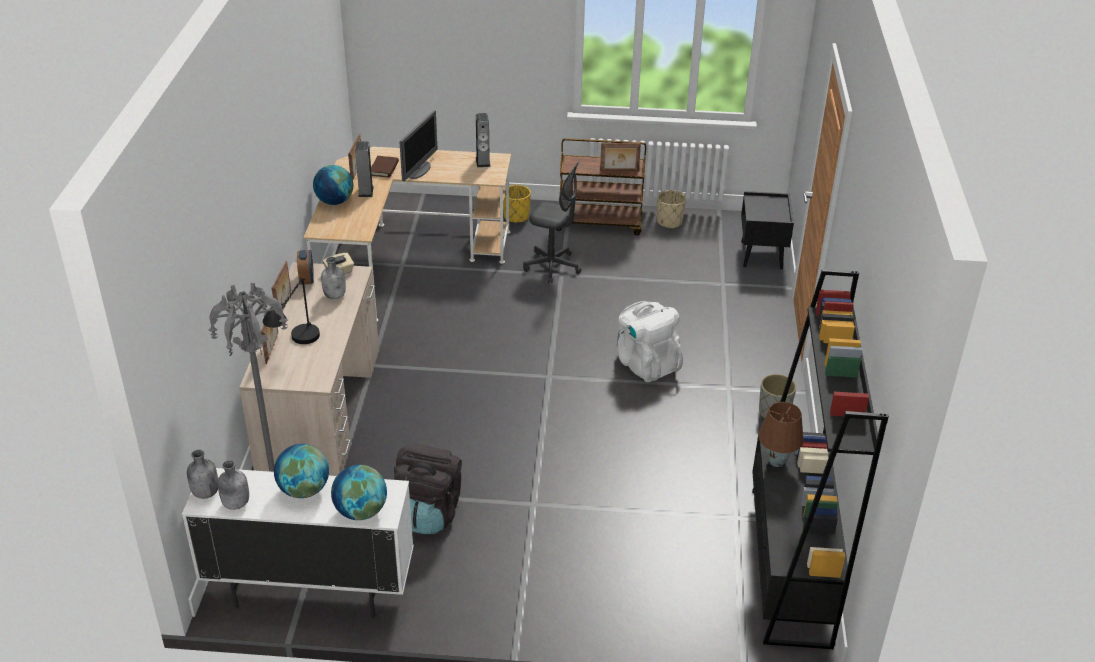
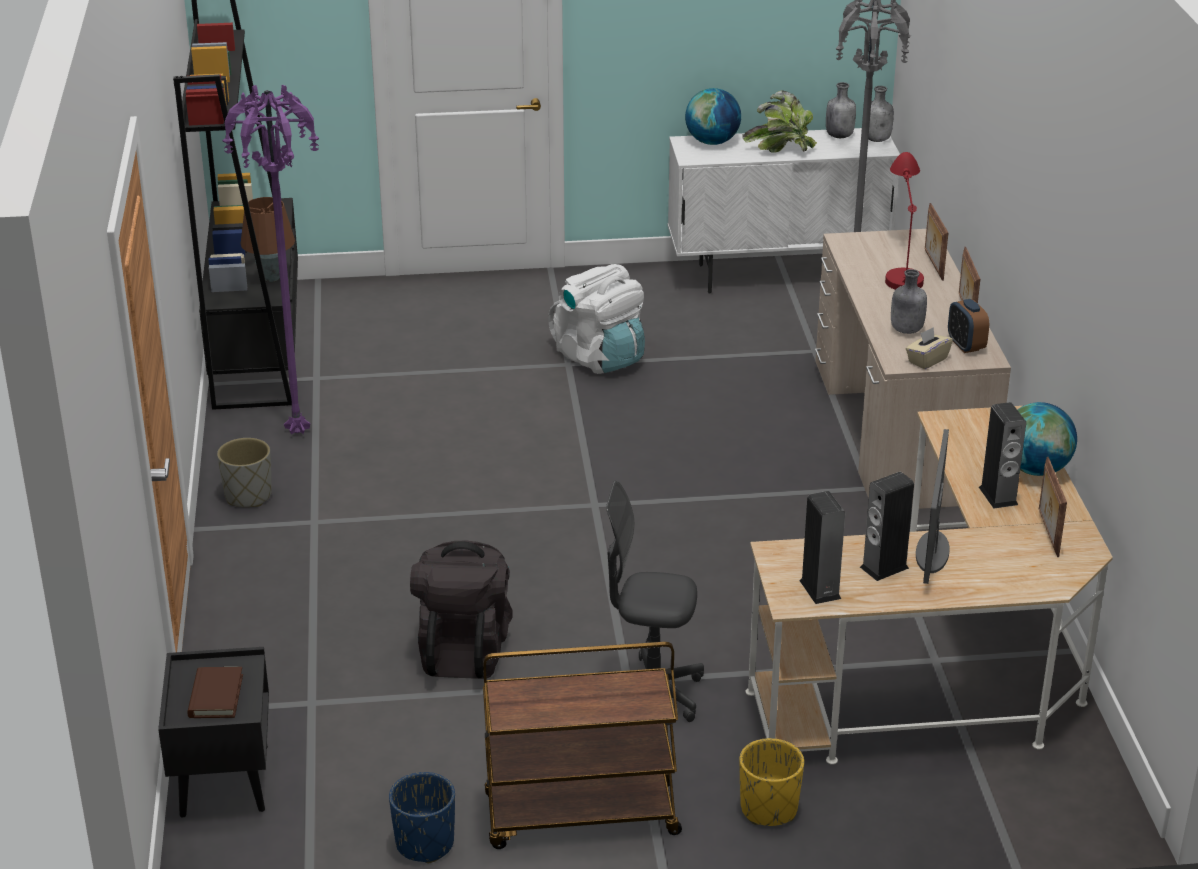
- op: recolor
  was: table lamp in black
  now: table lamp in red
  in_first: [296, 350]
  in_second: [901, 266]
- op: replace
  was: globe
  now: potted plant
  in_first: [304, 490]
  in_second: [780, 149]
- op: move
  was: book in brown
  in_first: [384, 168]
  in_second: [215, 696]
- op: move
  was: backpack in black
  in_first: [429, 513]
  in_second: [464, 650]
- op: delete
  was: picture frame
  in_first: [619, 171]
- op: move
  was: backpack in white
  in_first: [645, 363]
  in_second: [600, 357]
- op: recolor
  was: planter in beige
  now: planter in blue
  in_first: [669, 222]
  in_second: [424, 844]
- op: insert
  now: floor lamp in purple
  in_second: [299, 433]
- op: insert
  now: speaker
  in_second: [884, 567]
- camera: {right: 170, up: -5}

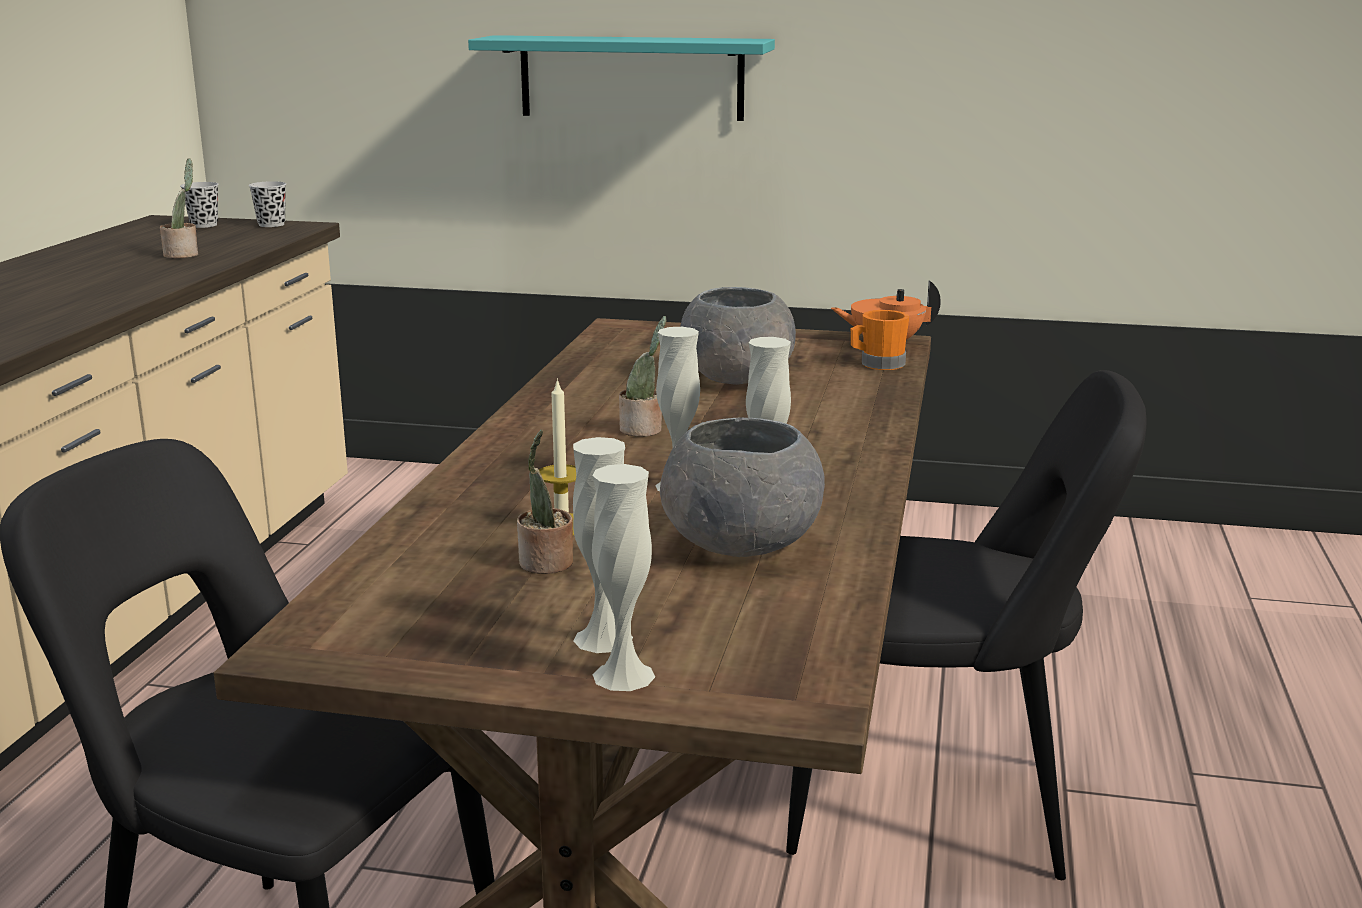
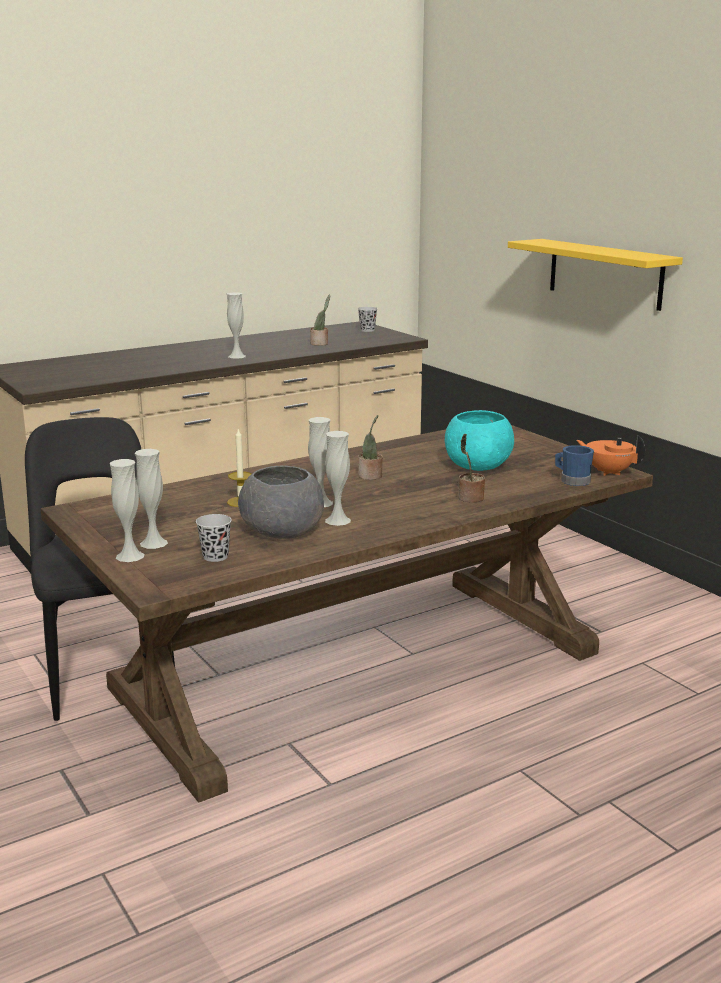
- op: move
  was: cup in black
  in_first: [271, 224]
  in_second: [215, 556]
- op: recolor
  was: shelf in turquoise
  now: shelf in yellow
  in_first: [631, 77]
  in_second: [605, 273]
- op: move
  was: potted plant
  in_first: [545, 564]
  in_second: [469, 498]
- op: recolor
  was: bowl in grey
  now: bowl in turquoise
  in_first: [737, 379]
  in_second: [478, 467]
- op: delete
  was: chair in black
  in_first: [939, 808]
- op: recolor
  was: mug in orange
  now: mug in blue
  in_first: [877, 364]
  in_second: [572, 480]
- op: insert
  now: vase in white
  in_second: [237, 356]
- camera: {right: 45, up: 0}

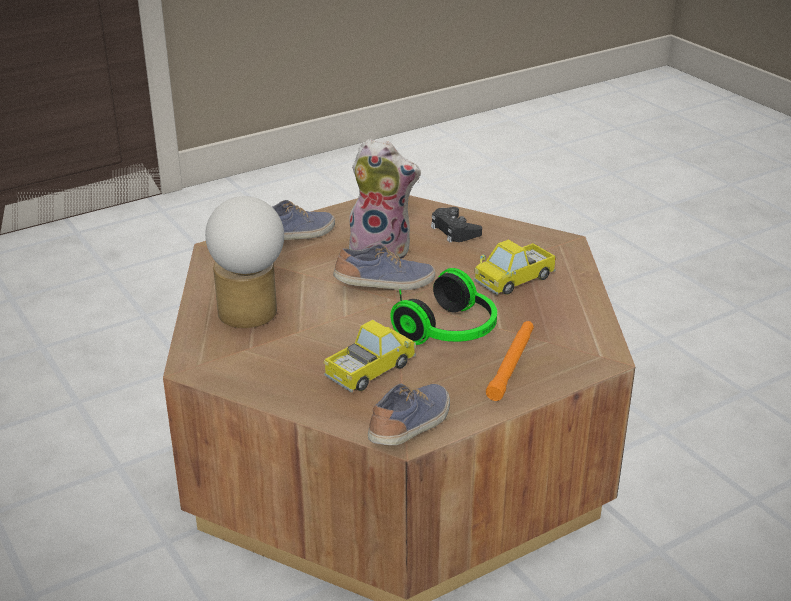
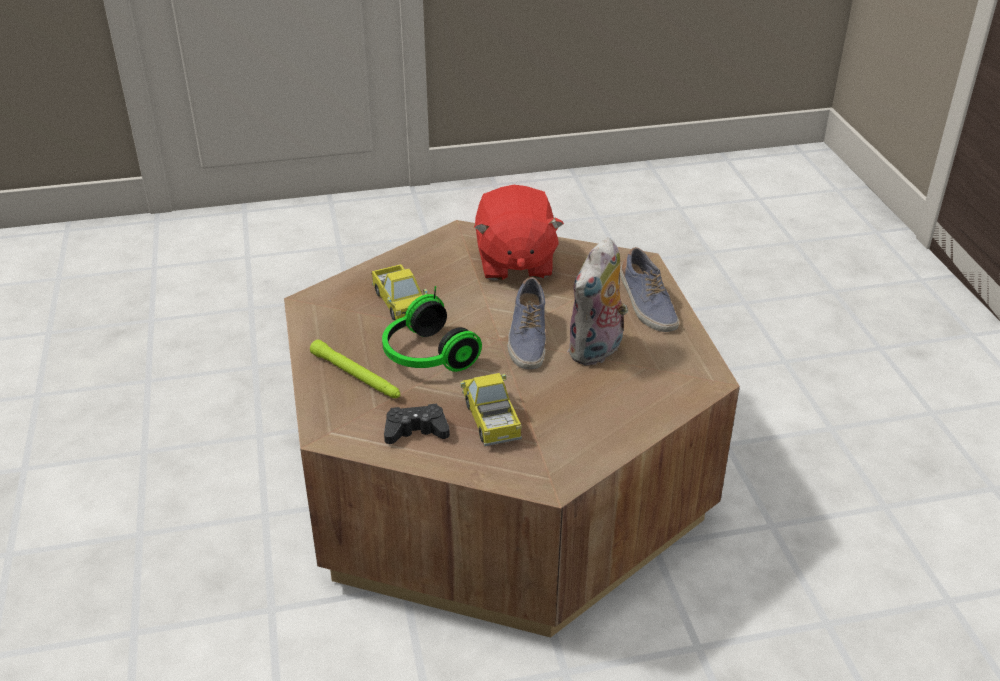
- op: replace
  was: table lamp
  now: plush toy in red
  in_first: [249, 317]
  in_second: [514, 262]
- op: delete
  was: shoe
  in_first: [412, 427]
- op: move
  was: game controller in black
  in_first: [454, 230]
  in_second: [416, 431]
- op: recolor
  was: flashlight in orange
  now: flashlight in green
  in_first: [512, 363]
  in_second: [356, 376]
- camera: {right: 110, up: 5}

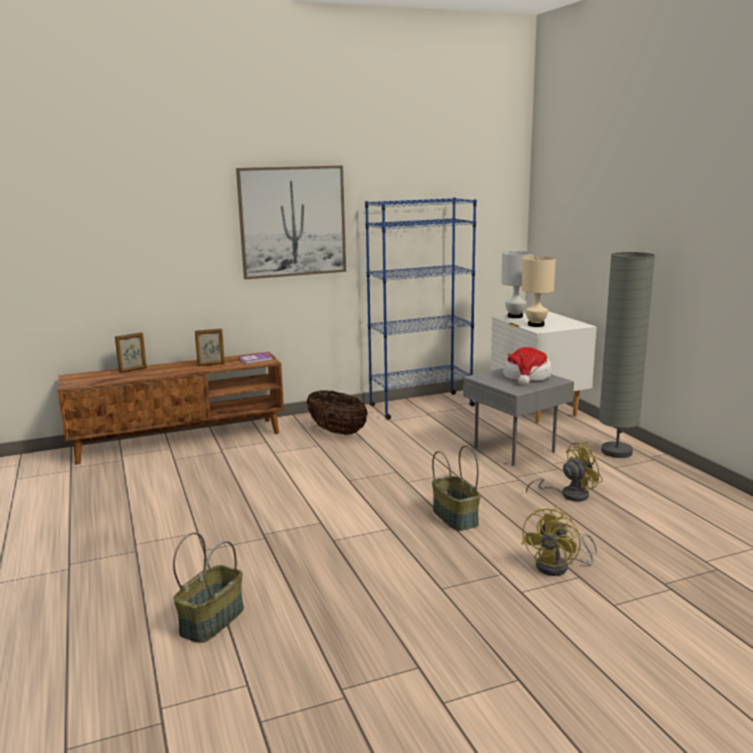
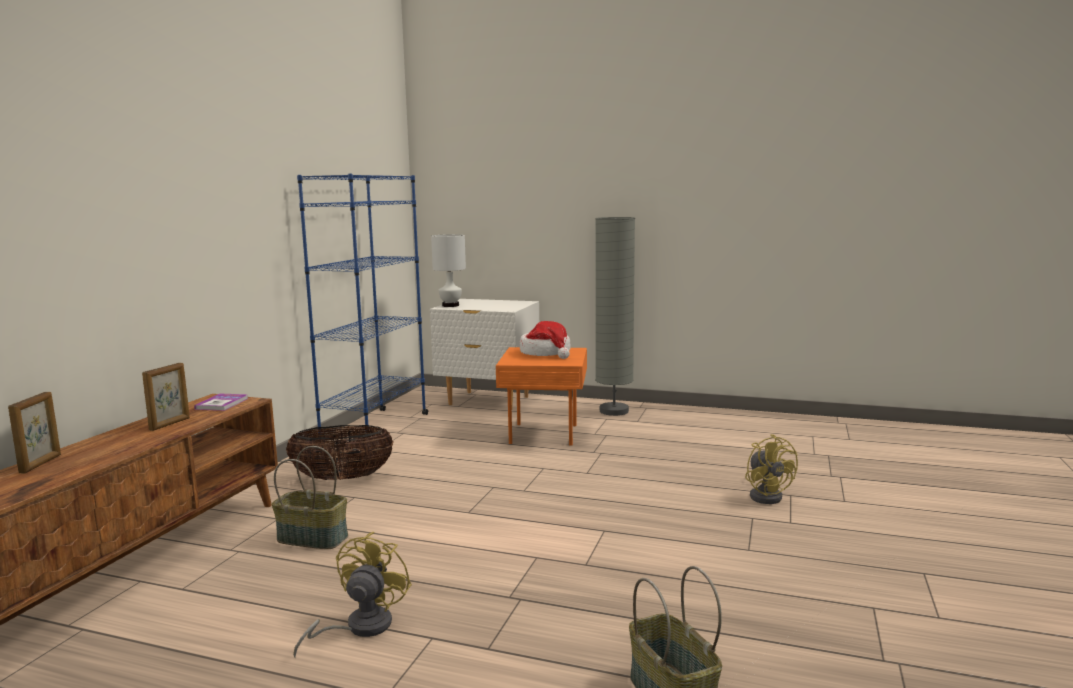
- op: delete
  was: picture
  in_first: [292, 221]
- op: move
  was: basket
  in_first: [456, 517]
  in_second: [313, 538]
- op: recolor
  was: side table in grey
  now: side table in orange
  in_first: [517, 450]
  in_second: [546, 433]
- op: delete
  was: table lamp in beige
  in_first: [535, 325]
- op: move
  was: fan in yellow
  in_first: [568, 494]
  in_second: [359, 628]
- camera: {right: -50, up: -5}

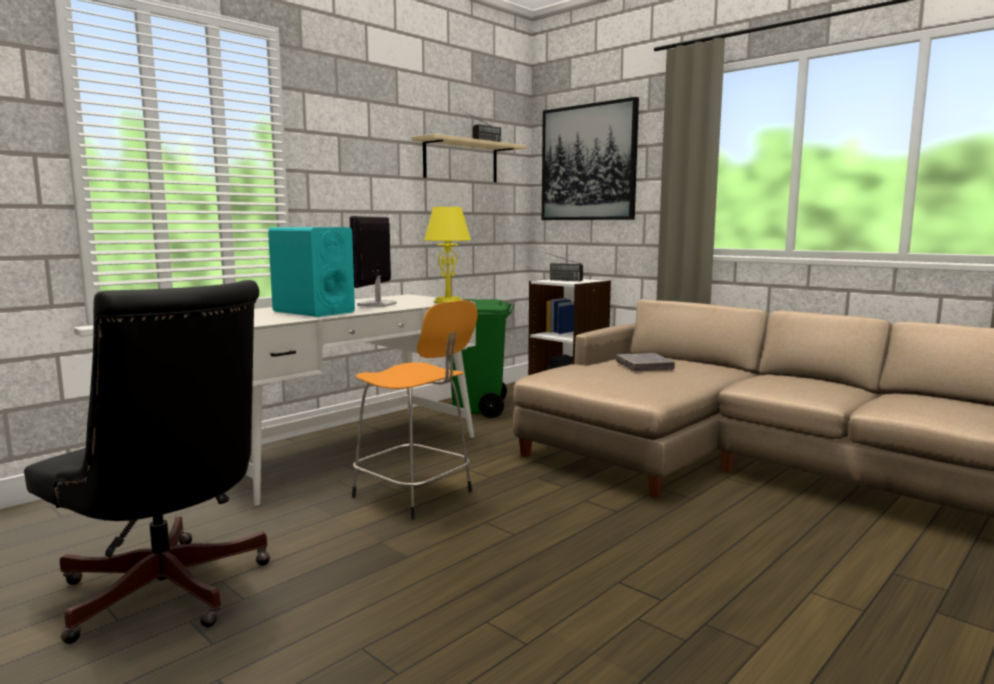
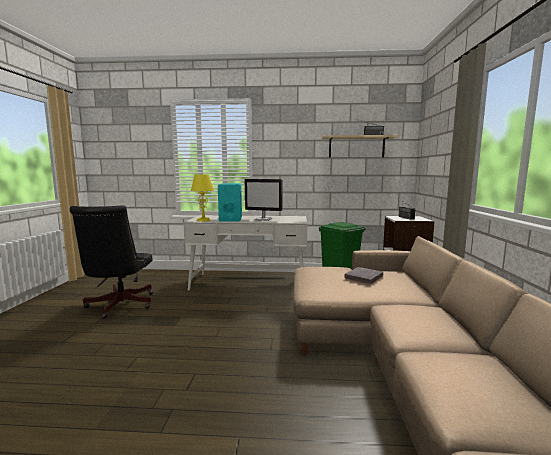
- op: rotate
  was: monitor
  in_first: [377, 305]
  in_second: [264, 219]
  clockwise: -135
- op: delete
  was: stool in orange
  in_first: [415, 495]
- op: move
  was: table lamp in yellow
  in_first: [448, 301]
  in_second: [203, 220]
- op: delete
  was: picture
  in_first: [588, 163]
- camera: {right: 50, up: 0}

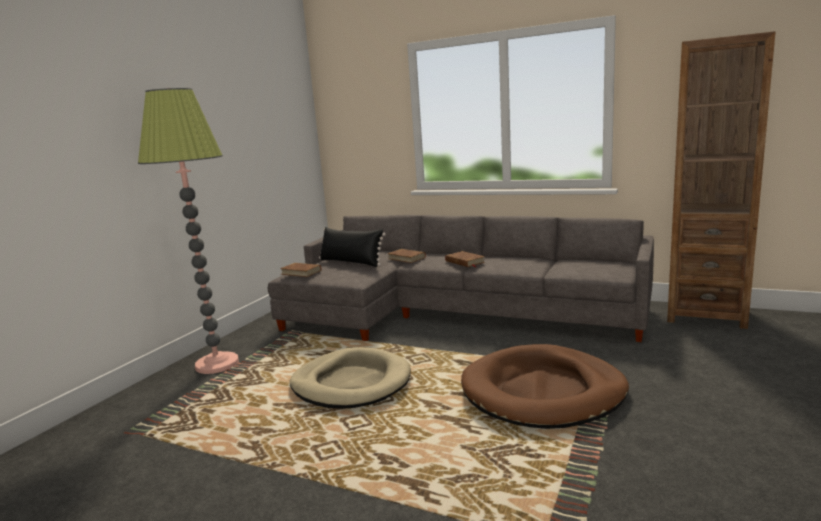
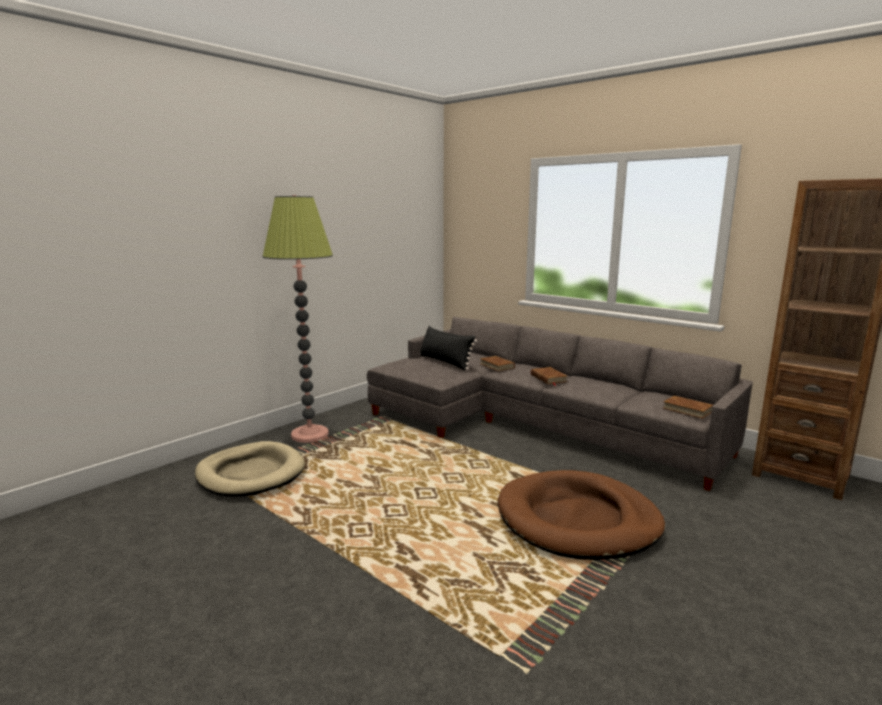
- op: move
  was: book in brown
  in_first: [301, 272]
  in_second: [687, 409]
- op: move
  was: dog bed in beige
  in_first: [351, 383]
  in_second: [251, 473]
- camera: {right: 15, up: 0}

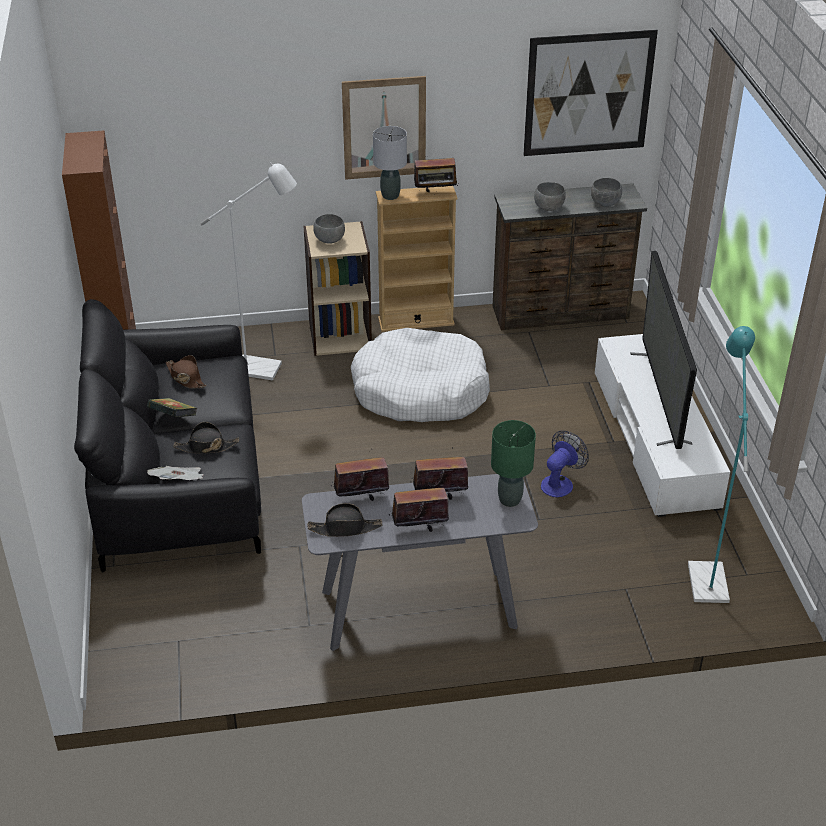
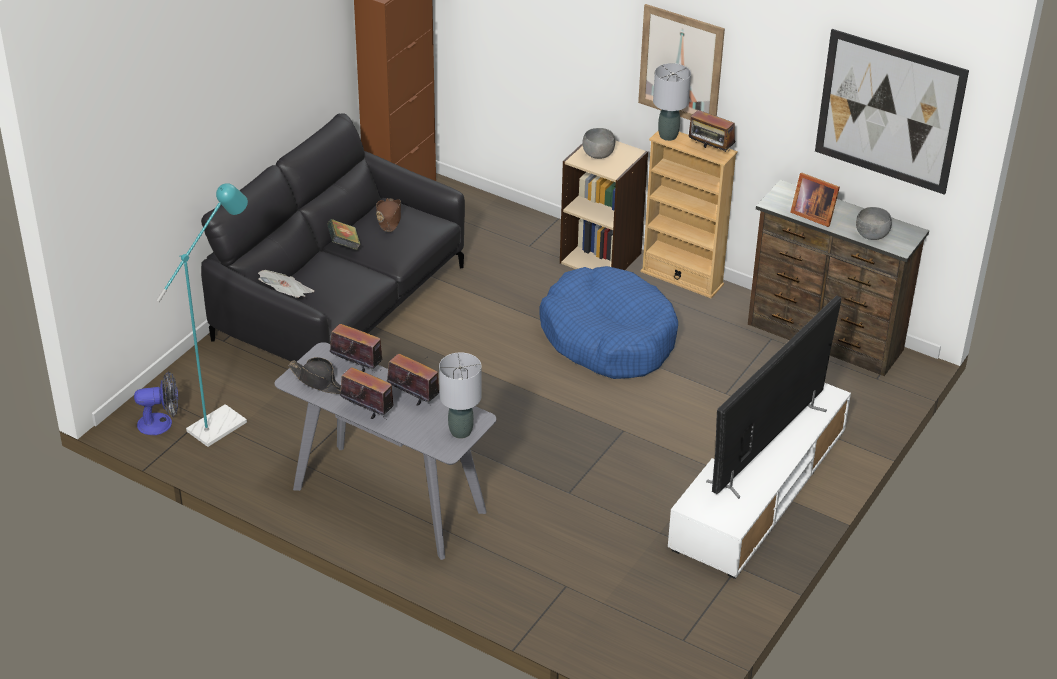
- op: delete
  was: hat in black
  in_first: [206, 447]
- op: delete
  was: floor lamp in white
  in_first: [265, 370]
- op: recolor
  was: dog bed in white
  now: dog bed in blue
  in_first: [420, 391]
  in_second: [608, 337]
- op: recolor
  was: table lamp in green
  now: table lamp in grey
  in_first: [509, 499]
  in_second: [461, 431]
- op: replace
  was: bowl in grey
  now: picture frame
  in_first: [549, 207]
  in_second: [812, 214]
- op: move
  was: fan
  in_first: [560, 482]
  in_second: [161, 423]
- op: move
  was: floor lamp in turquoise
  in_first: [706, 575]
  in_second: [225, 421]
- camera: {right: 40, up: 0}

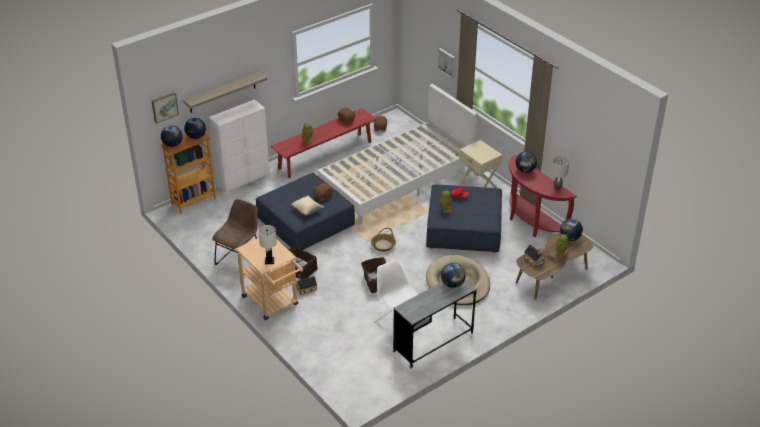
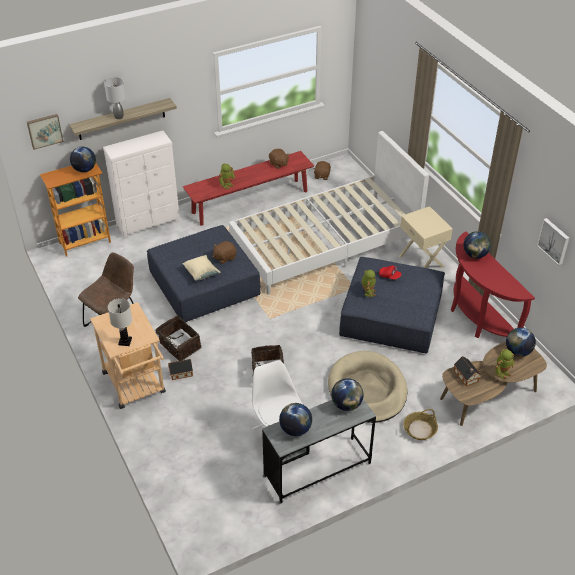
- op: move
  was: globe
  in_first: [172, 145]
  in_second: [295, 429]
- op: move
  was: basket
  in_first: [383, 245]
  in_second: [419, 429]
- op: move
  was: picture
  in_first: [447, 62]
  in_second: [554, 241]
- op: move
  was: table lamp in grey
  in_first: [558, 188]
  in_second: [119, 117]
- camera: {right: 10, up: 5}

